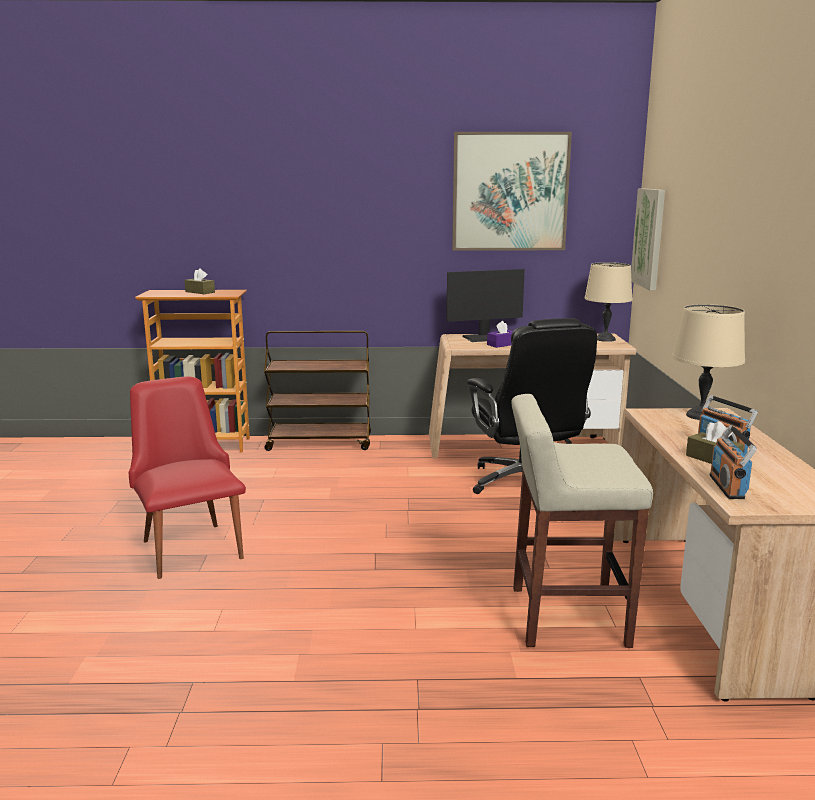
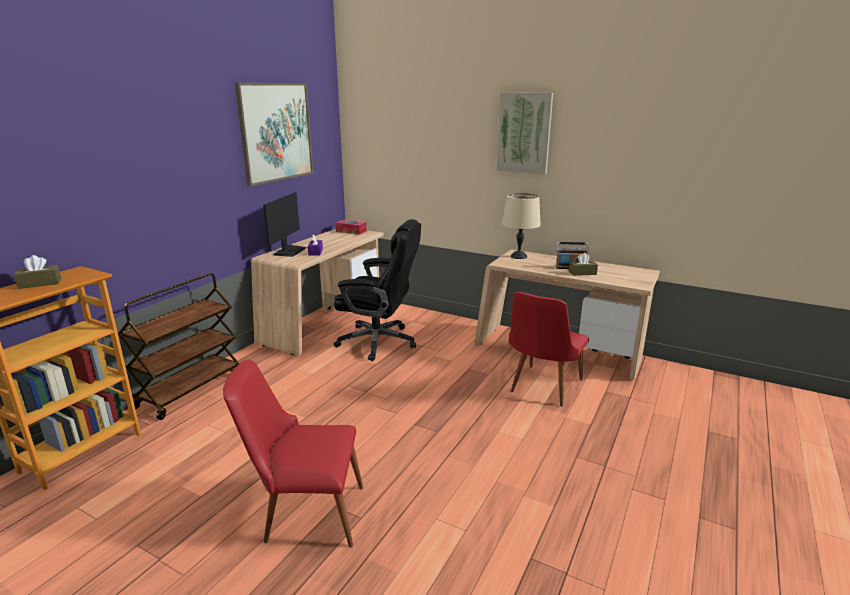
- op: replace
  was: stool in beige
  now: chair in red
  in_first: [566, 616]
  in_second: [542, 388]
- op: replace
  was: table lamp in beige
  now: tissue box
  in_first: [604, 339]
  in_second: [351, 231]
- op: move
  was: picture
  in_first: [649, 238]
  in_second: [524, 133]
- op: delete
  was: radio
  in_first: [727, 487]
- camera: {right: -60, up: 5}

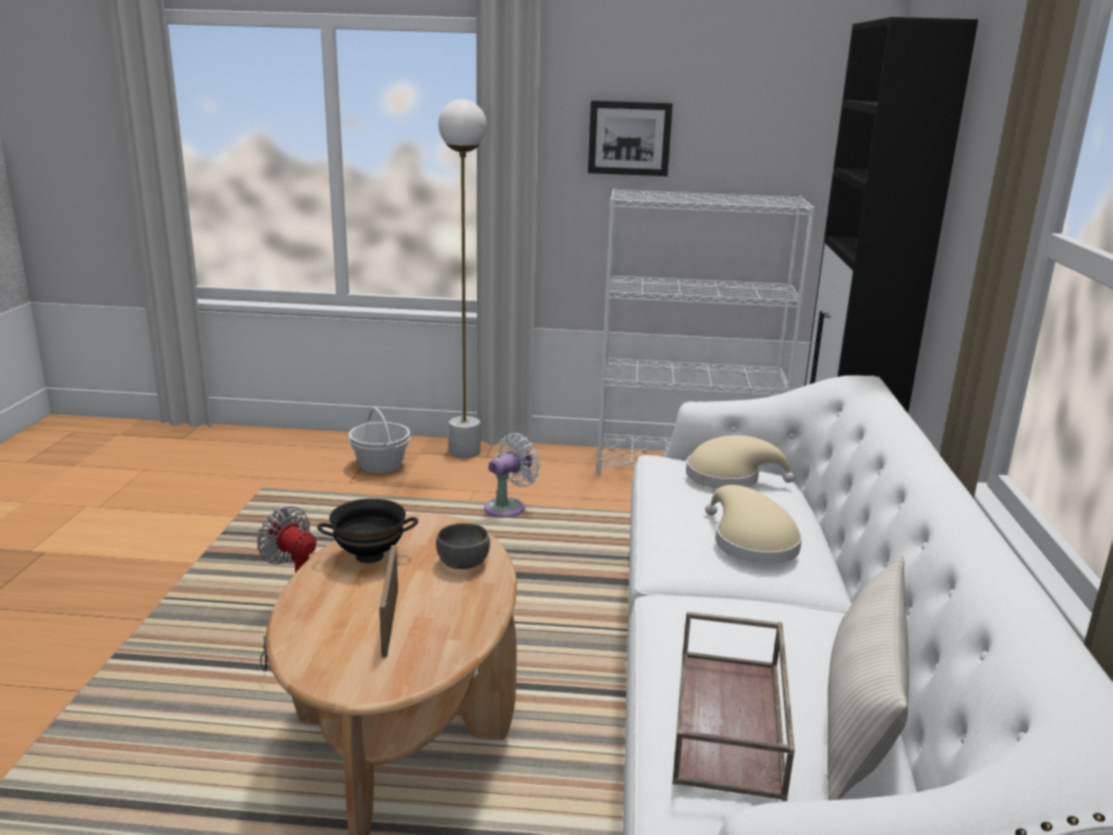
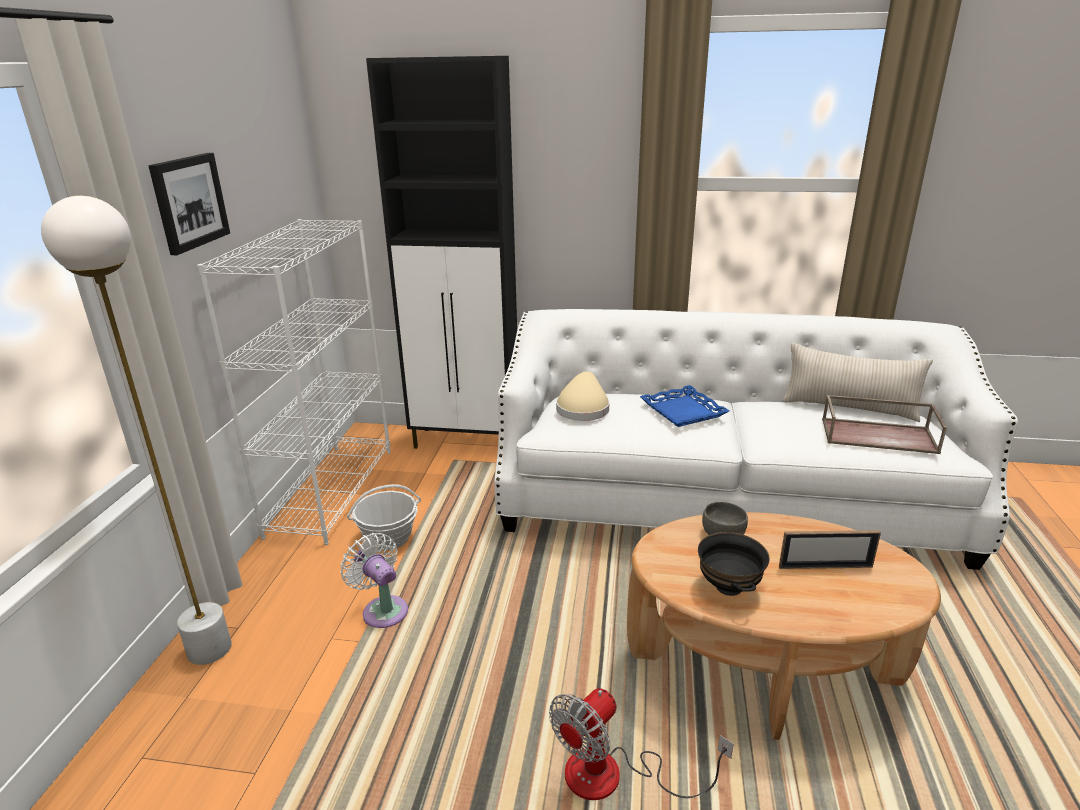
- op: move
  was: basket
  in_first: [380, 465]
  in_second: [388, 538]
- op: replace
  was: hat in beige
  now: tray in blue
  in_first: [750, 542]
  in_second: [683, 411]
- camera: {right: -85, up: 5}

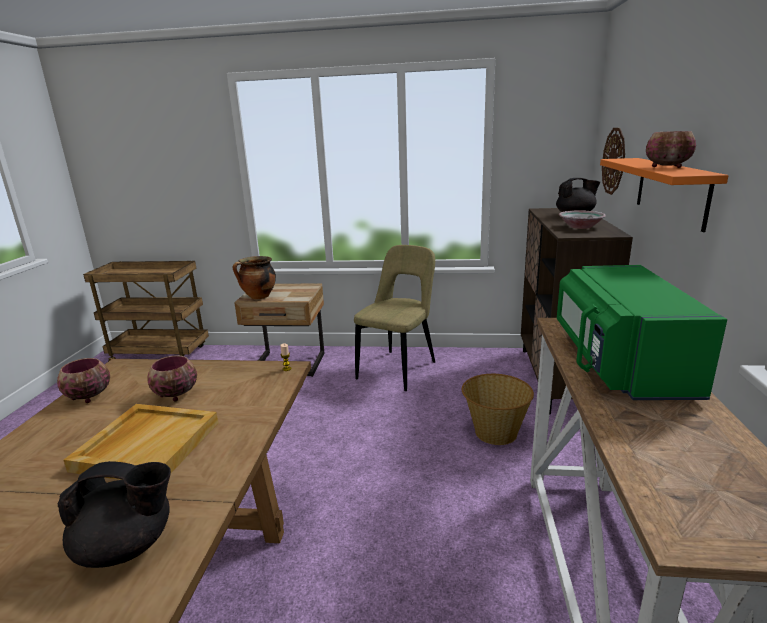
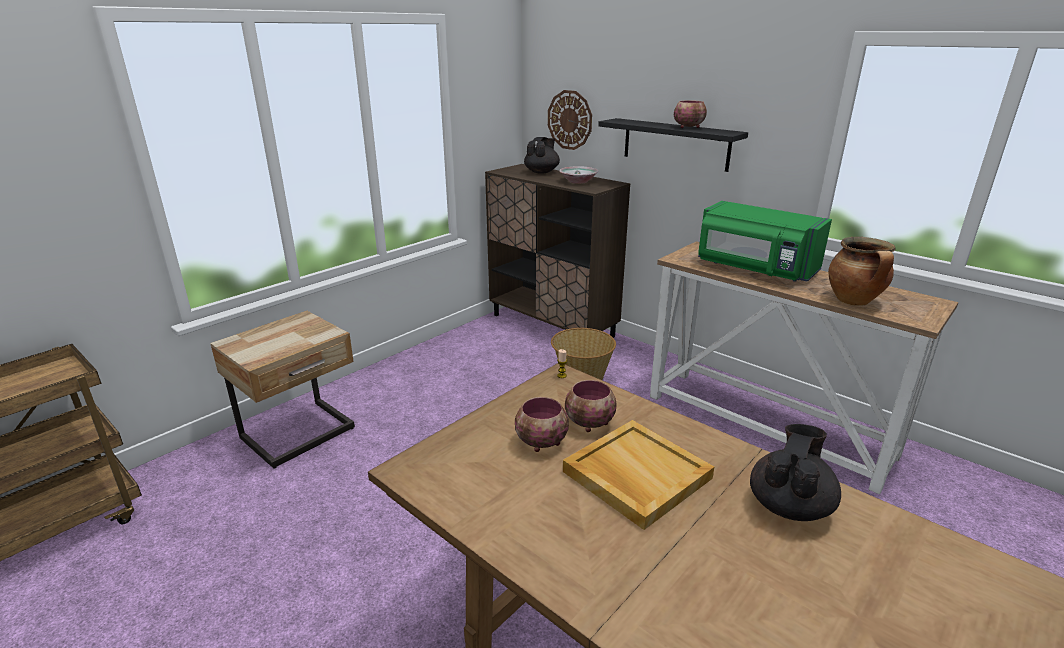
- op: move
  was: bowl
  in_first: [87, 397]
  in_second: [589, 424]
- op: move
  was: cooking pot
  in_first: [258, 297]
  in_second: [854, 301]
- op: delete
  was: chair in beige
  in_first: [399, 369]
- op: recolor
  was: shelf in orange
  now: shelf in black
  in_first: [671, 190]
  in_second: [675, 144]
- camera: {right: -55, up: 5}

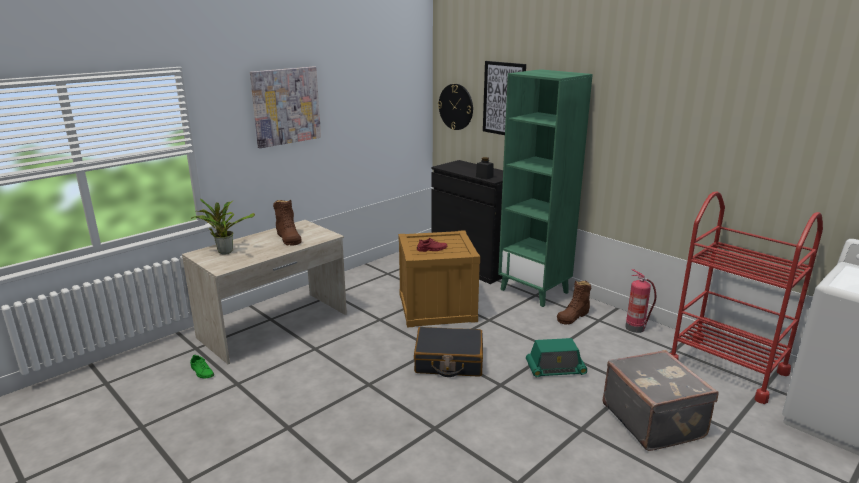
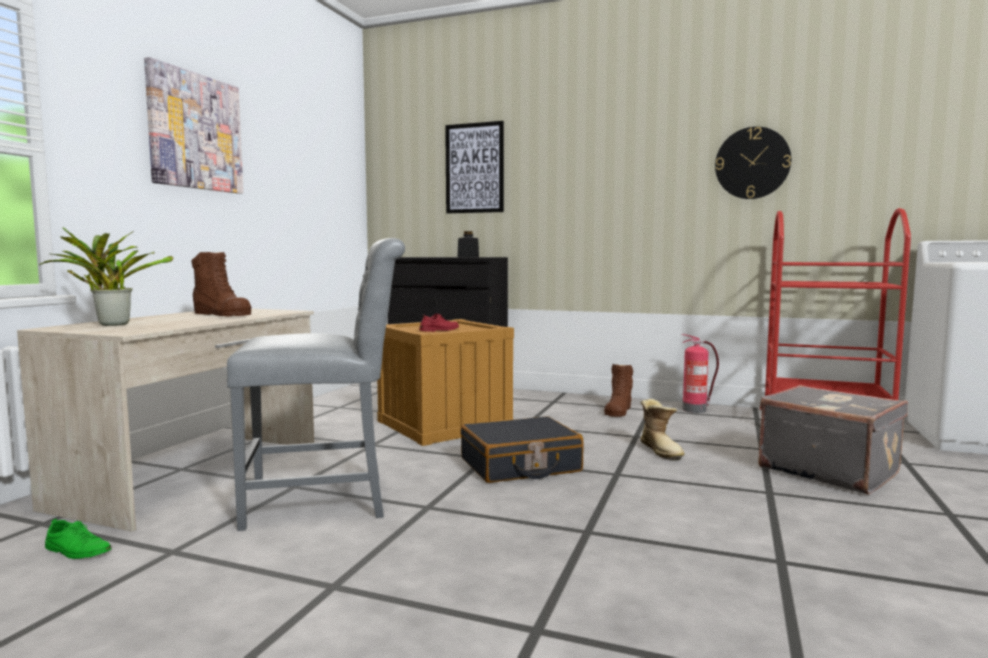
- op: move
  was: wall clock
  in_first: [456, 107]
  in_second: [752, 163]
- op: delete
  was: bookcase in green
  in_first: [535, 291]
- op: replace
  was: radio
  now: boot
  in_first: [555, 369]
  in_second: [661, 451]
- op: insert
  now: chair in grey
  in_second: [326, 500]
- camera: {right: -25, up: -15}

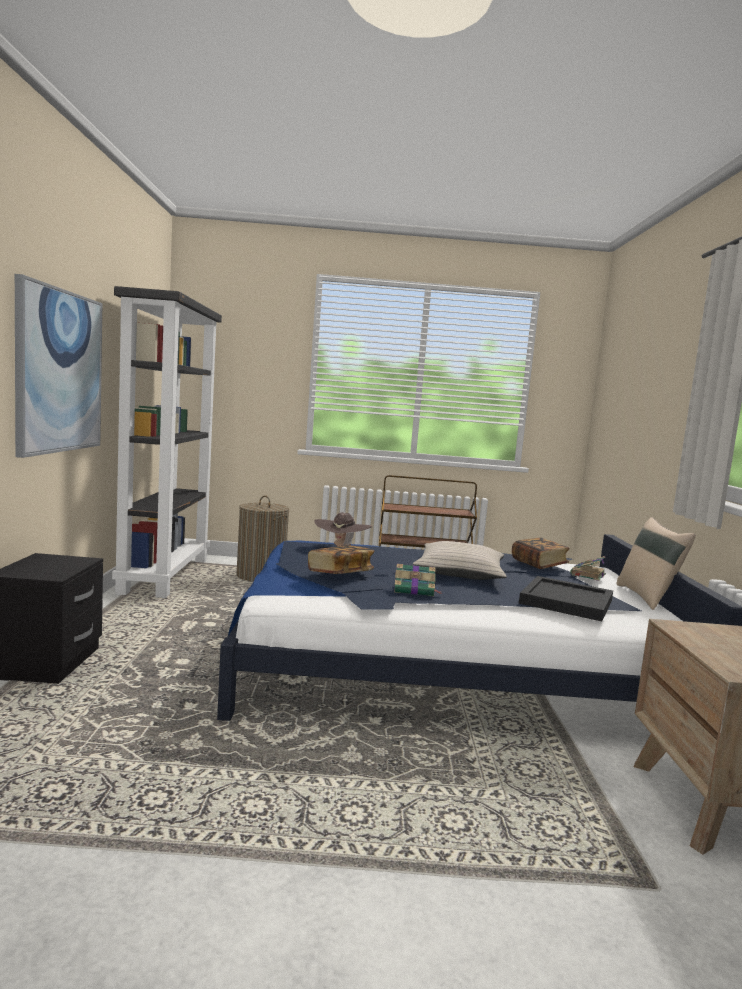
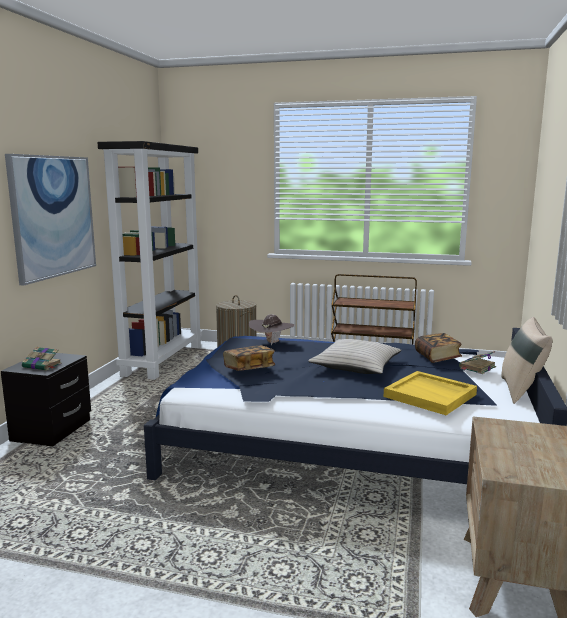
- op: move
  was: book
  in_first: [415, 590]
  in_second: [42, 365]
- op: recolor
  was: tray in black
  now: tray in yellow
  in_first: [567, 602]
  in_second: [431, 395]
- camera: {right: 15, up: 5}

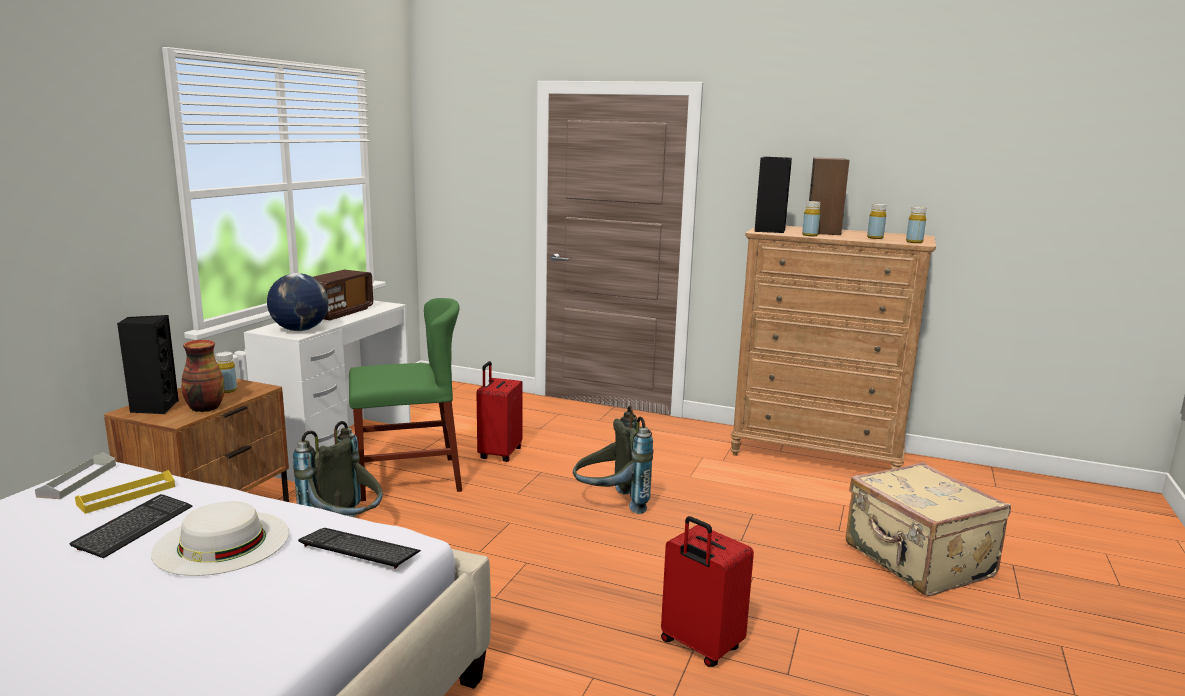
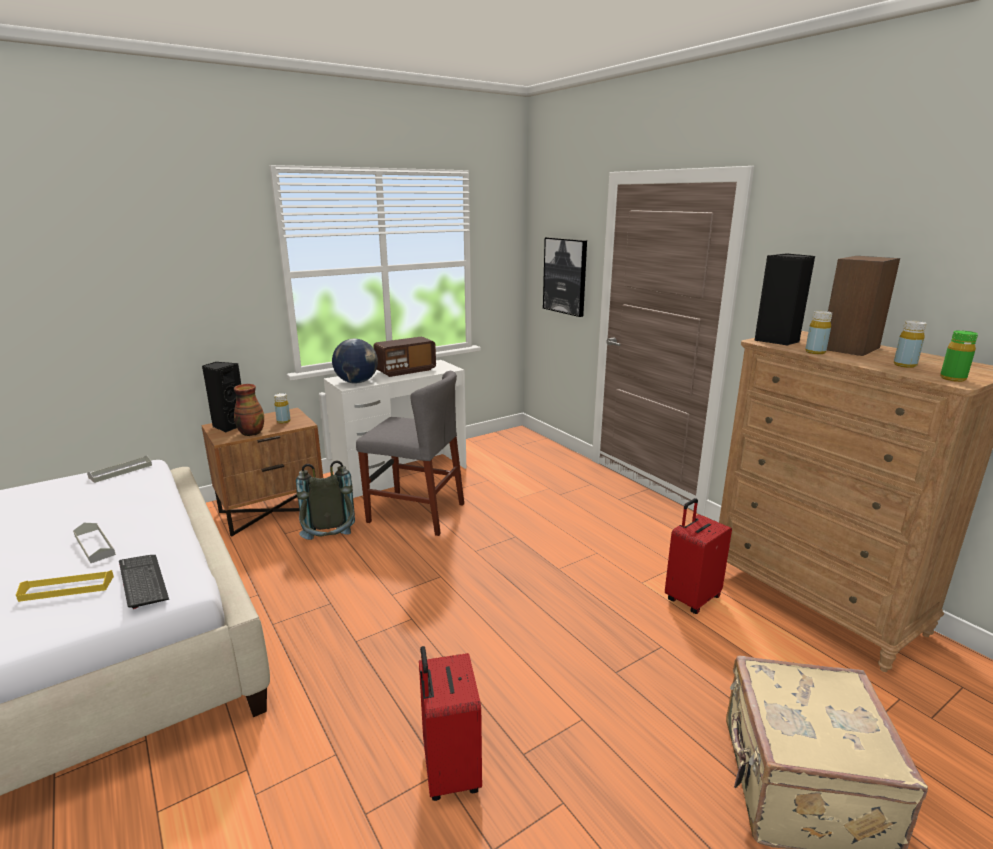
- op: delete
  was: keyboard
  in_first: [134, 527]
- op: move
  was: tray in yellow
  in_first: [127, 495]
  in_second: [67, 588]
- op: replace
  was: hat in white
  now: tray in grey
  in_first: [222, 542]
  in_second: [94, 545]
- op: recolor
  was: chair in green
  now: chair in grey
  in_first: [408, 478]
  in_second: [416, 513]
- op: move
  was: suitcase in red
  in_first: [499, 454]
  in_second: [691, 598]
- op: delete
  was: backpack in grey
  in_first: [610, 505]
- op: recolor
  was: bottle in yellow
  now: bottle in green
  in_first: [914, 242]
  in_second: [952, 379]
- op: insert
  now: picture
  in_second: [565, 276]
- camera: {right: 35, up: 5}

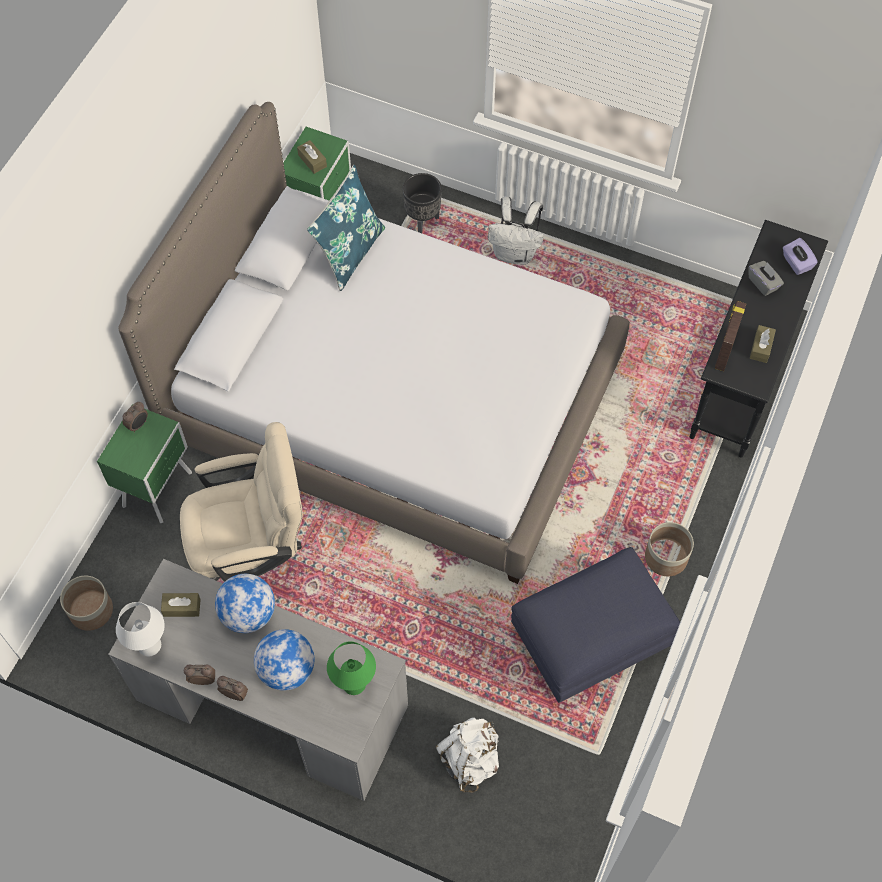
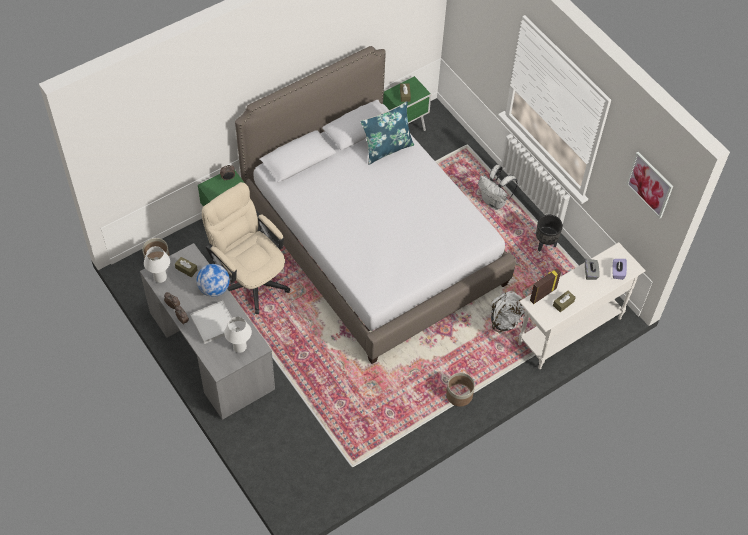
- op: rotate
  was: office chair in beige
  in_first: [253, 557]
  in_second: [250, 278]
  clockwise: -150
- op: replace
  was: globe
  now: tray in white
  in_first: [286, 669]
  in_second: [213, 323]
- op: recolor
  was: table lamp in green
  now: table lamp in white
  in_first: [354, 684]
  in_second: [240, 347]
- op: move
  was: planter in black
  in_first: [422, 222]
  in_second: [544, 244]
- op: move
  was: backpack in white
  in_first: [470, 759]
  in_second: [505, 320]
- op: delete
  was: ottoman in blue
  in_first: [589, 642]
- op: recolor
  was: console table in black
  now: console table in white
  in_first: [740, 381]
  in_second: [569, 331]
- op: insert
  now: picture
  in_second: [650, 184]
- camera: {right: 30, up: -5}

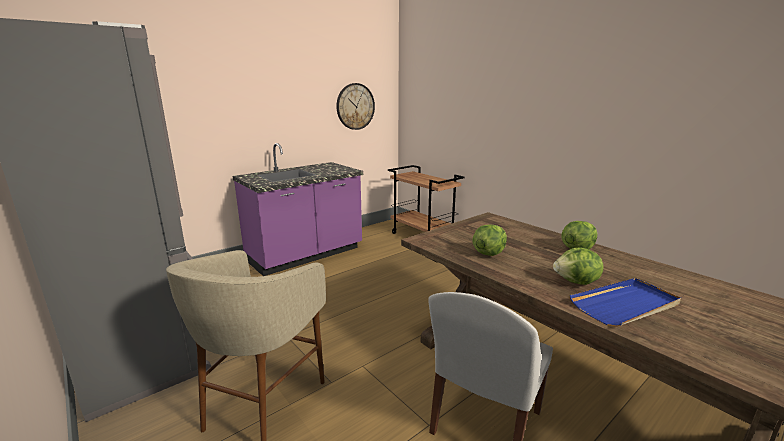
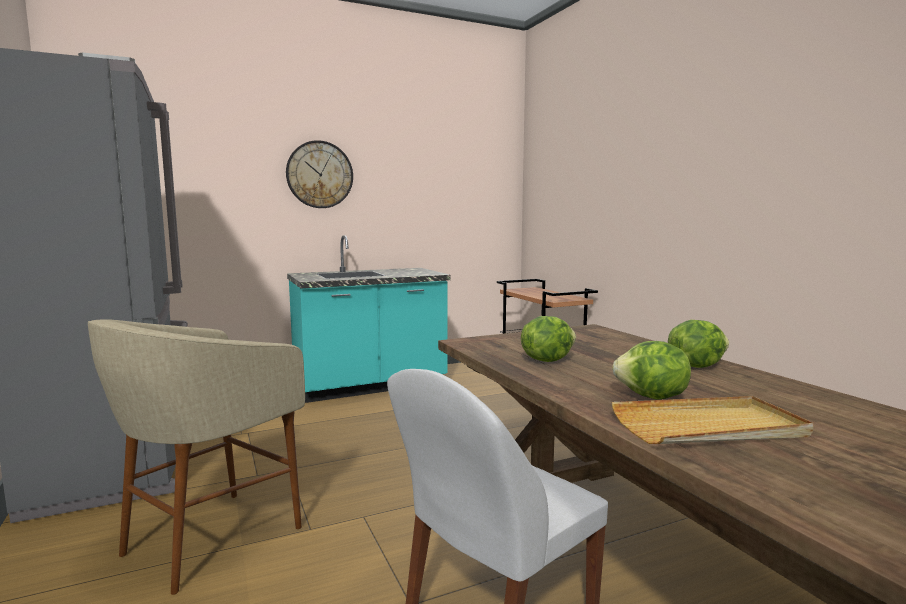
- op: recolor
  was: counter in purple
  now: counter in turquoise
  in_first: [306, 255]
  in_second: [370, 386]
- op: move
  was: wall clock
  in_first: [355, 106]
  in_second: [319, 174]
- op: recolor
  was: tray in blue
  now: tray in beige
  in_first: [625, 305]
  in_second: [709, 427]
- camera: {right: 15, up: -10}

